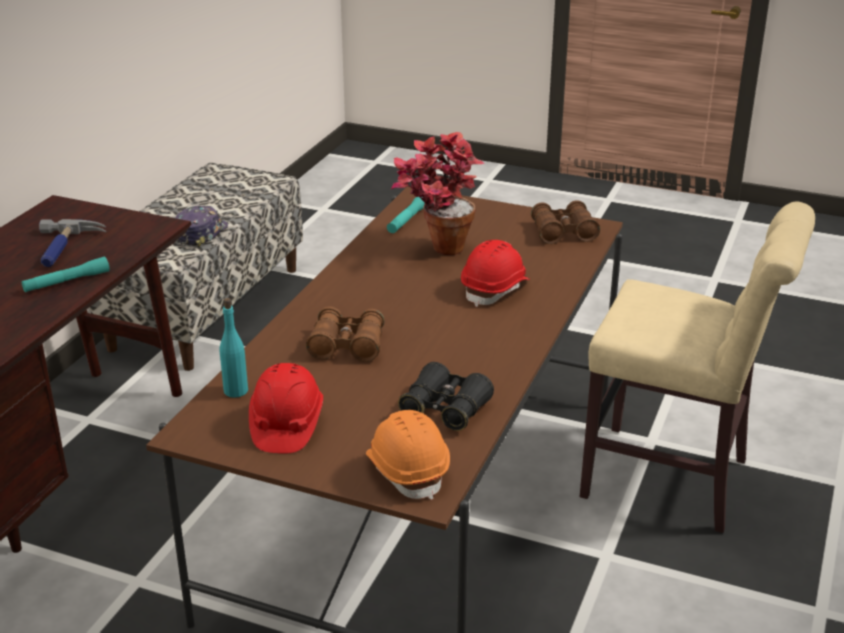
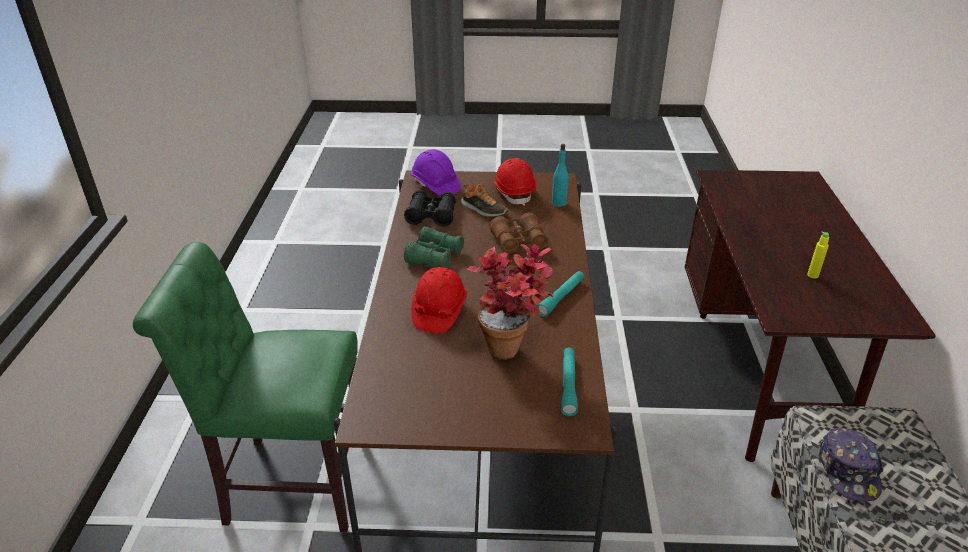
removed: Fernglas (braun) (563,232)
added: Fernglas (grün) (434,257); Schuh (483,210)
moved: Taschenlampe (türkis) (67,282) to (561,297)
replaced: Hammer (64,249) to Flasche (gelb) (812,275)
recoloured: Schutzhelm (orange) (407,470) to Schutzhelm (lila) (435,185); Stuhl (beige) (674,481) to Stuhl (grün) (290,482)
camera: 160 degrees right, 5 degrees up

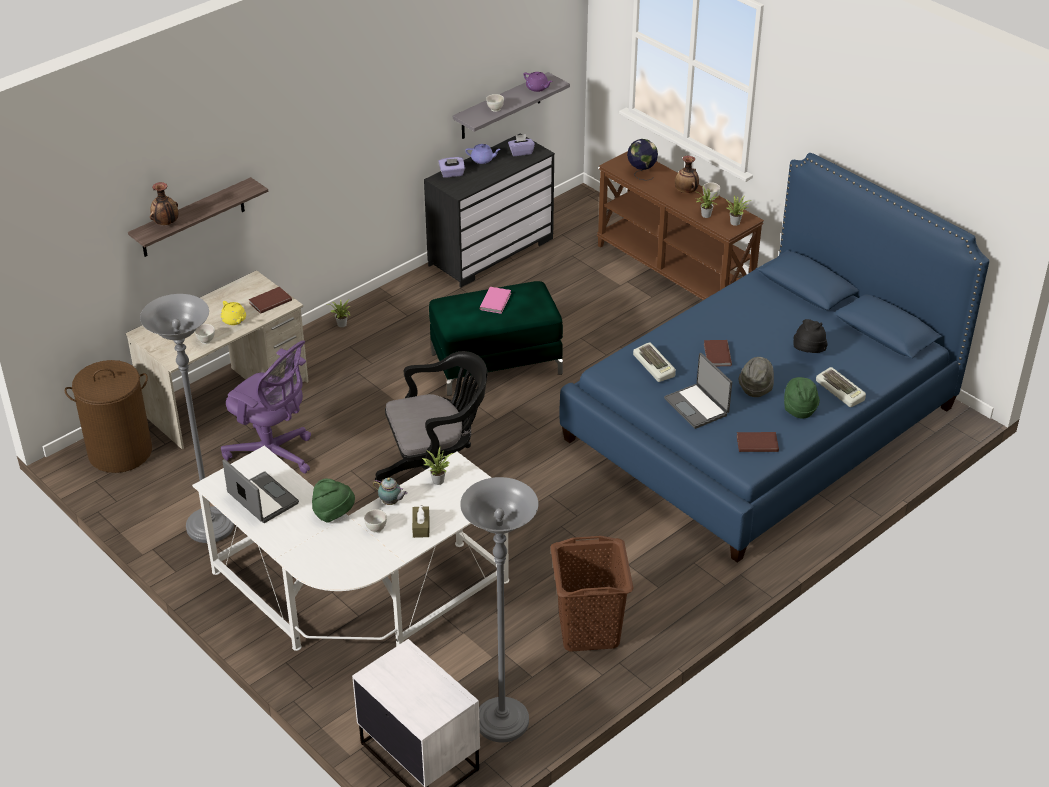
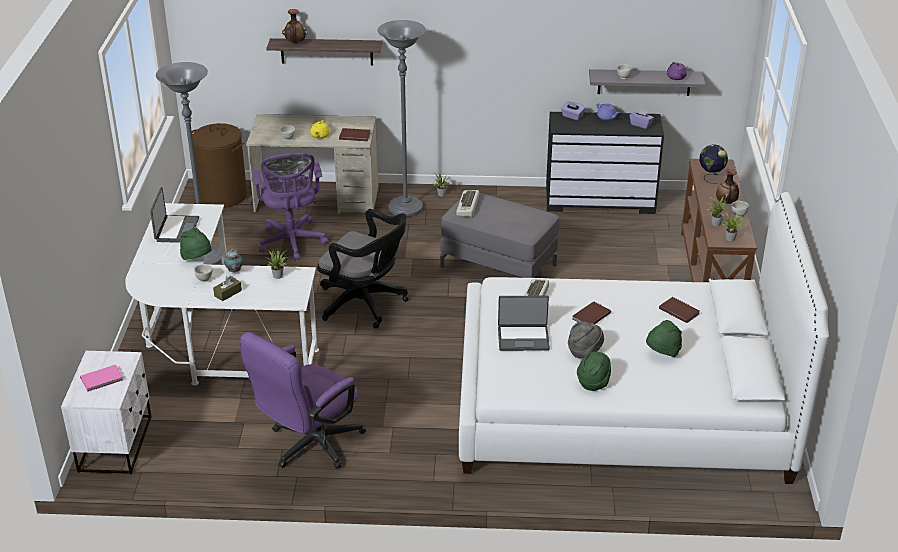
moved: Stehlampe (grau) (502,722) to (405,208); Buch (rosa) (496,301) to (102,379); Buch (braun) (756,443) to (679,310); Tastatur (841,390) to (468,206)
replaced: Wäschekorb (braun) (588,630) to Bürostuhl (lila) (309,446)
recoloured: Polsterhocker (grün) (497,363) to Polsterhocker (grau) (499,265); Bett (blau) (760,422) to Bett (weiß) (622,402); Hut (schwarz) (808,352) to Hut (grün) (663,353)
turned: Laptop (697,406) = (523,338) 105 degrees counterclockwise
camera: 45 degrees right, 5 degrees down

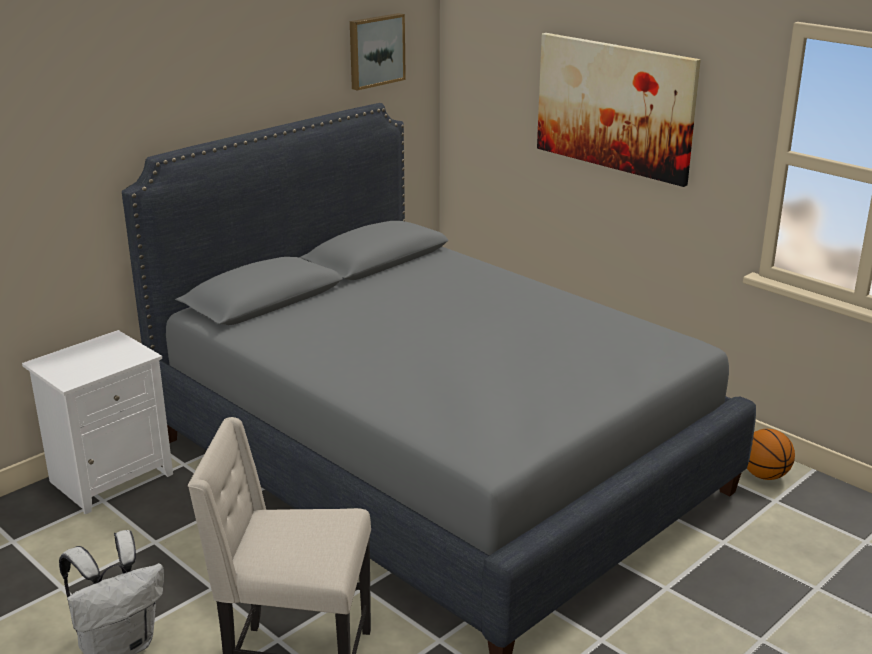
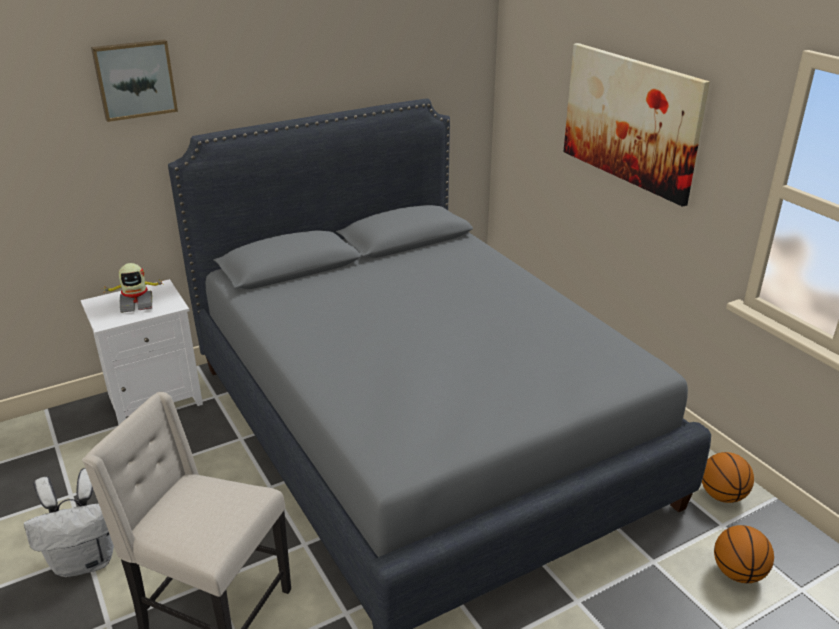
added: Spielzeugroboter (137,304); Basketball (737,573)
moved: Bild (375,50) to (135,79)
camera: 15 degrees right, 5 degrees up

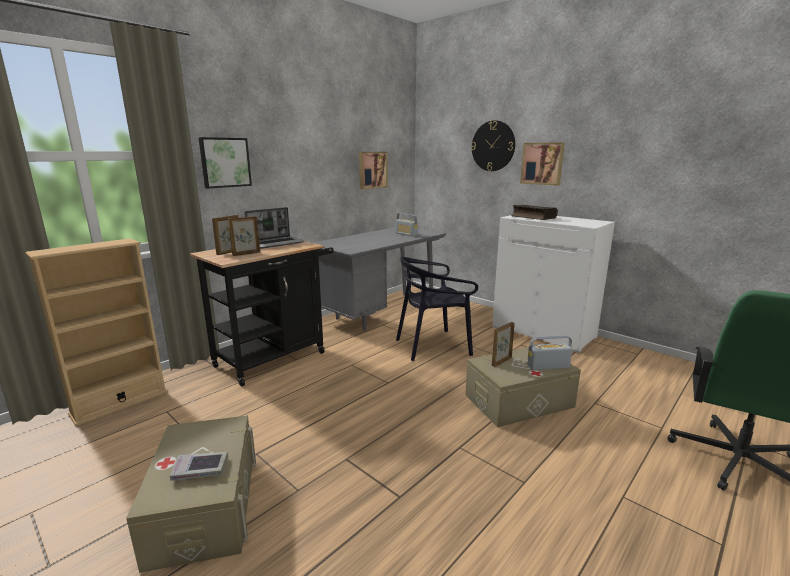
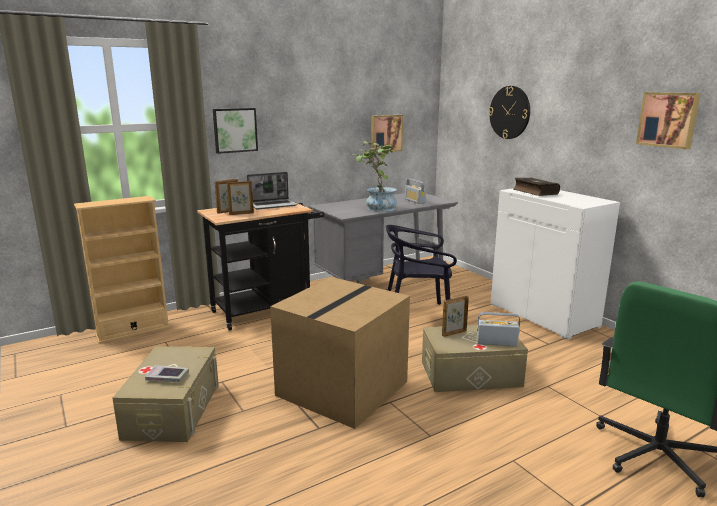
added: Karton (342,387); Topfpflanze (376,208)
moved: Bild (542,163) to (668,119)
camera: 15 degrees right, 0 degrees up

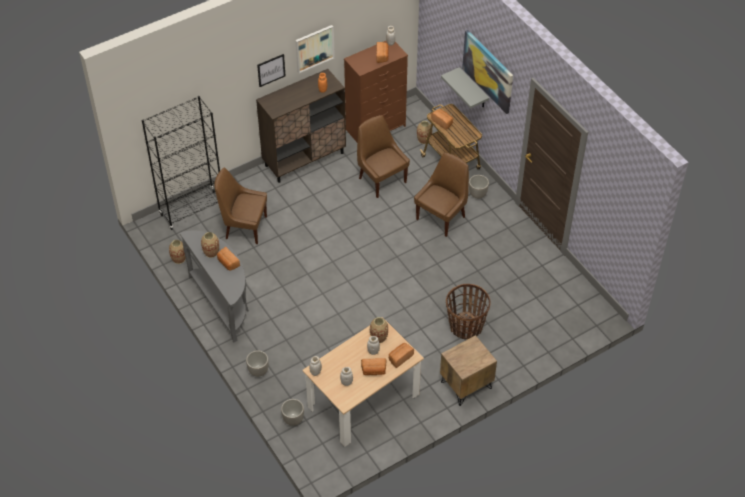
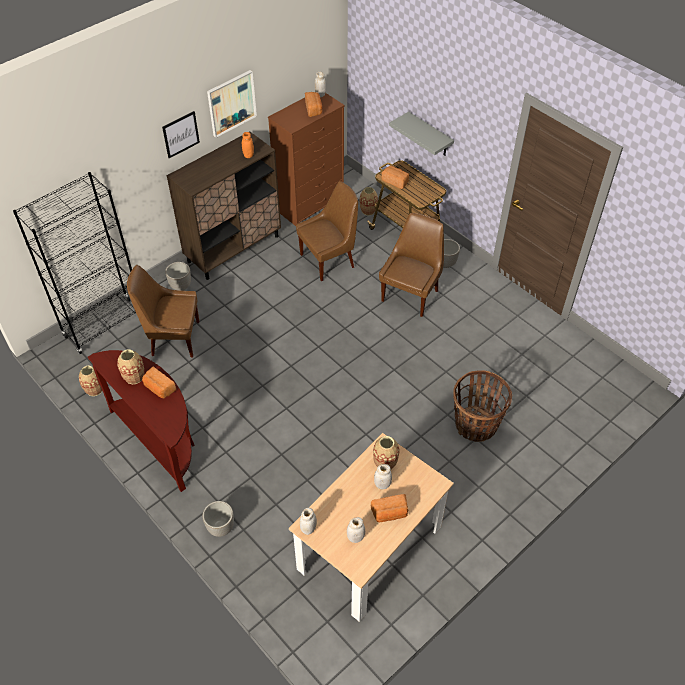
removed: Brot (400,358); Nachttisch (braun) (466,385); Bild (488,71)
moved: Pflanzkübel (293,420) to (180,286)
recoloured: Konsolentisch (grau) (223,303) to Konsolentisch (braun) (160,440)
turned: Stuhl (braun) (381,179) = (329,260) 105 degrees clockwise
camera: 10 degrees left, 0 degrees up

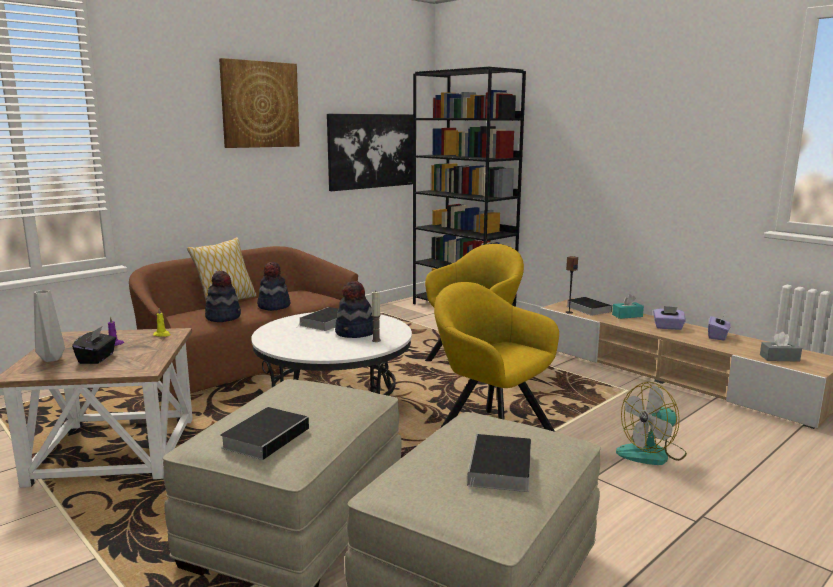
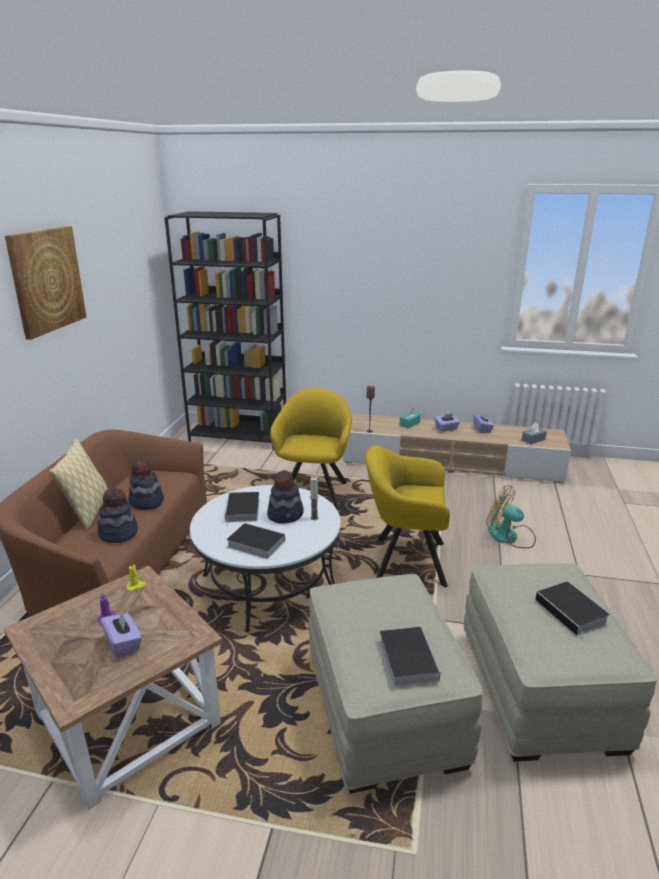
removed: Vase (grau) (52,358); Bild (371,151)
moved: Buch (587,308) to (254,543)
recoloured: Taschentuchbox (schwarz) (97,358) to Taschentuchbox (lila) (123,644)
turned: Ventilator (652,453) = (509,536) 90 degrees clockwise
camera: 35 degrees left, 10 degrees up

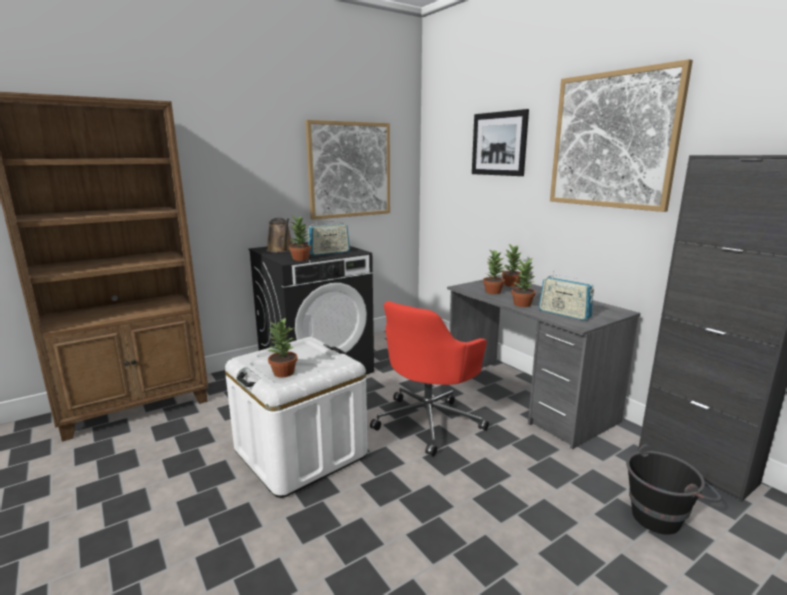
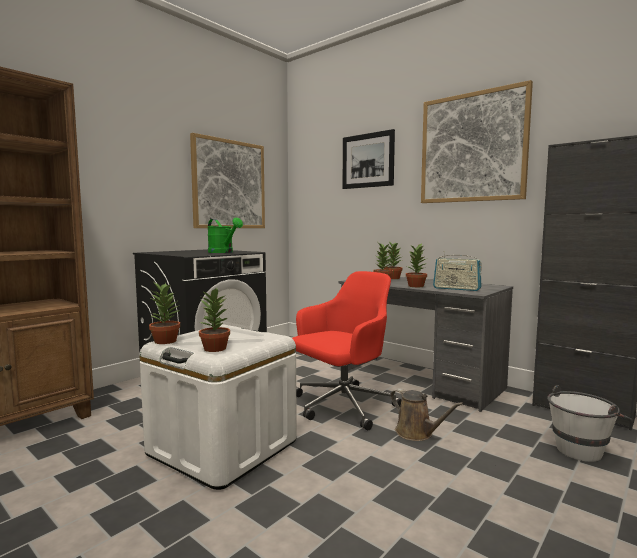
moved: Gießkanne (braun) (281,250) to (417,433); Topfpflanze (300,259) to (165,341)
replaced: Radio (329,253) to Gießkanne (grün) (223,252)
recoloured: Eimer (schwarz) (663,516) to Eimer (weiß) (584,448)
turned: Bürostuhl (rot) (429,421) = (342,406) 150 degrees counterclockwise
camera: 15 degrees left, 10 degrees down

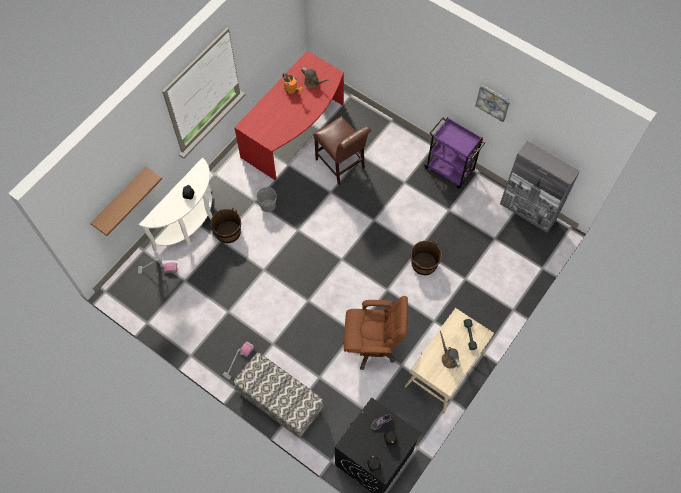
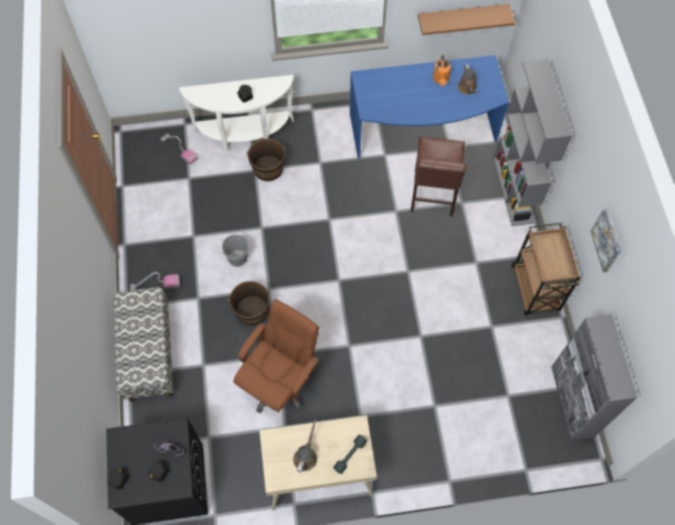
added: Bücherregal (grau) (513,190)
moved: Wandregal (braun) (120,199) to (462,16); Eimer (grau) (268,205) to (237,258); Eimer (braun) (424,264) to (252,311)
recoloured: Schreibtisch (rot) (295,132) to Schreibtisch (blau) (423,131); Rollwagen (lila) (450,170) to Rollwagen (braun) (535,290)
turned: Bürostuhl (braun) (372,344) = (280,382) 105 degrees counterclockwise
camera: 45 degrees right, 0 degrees up

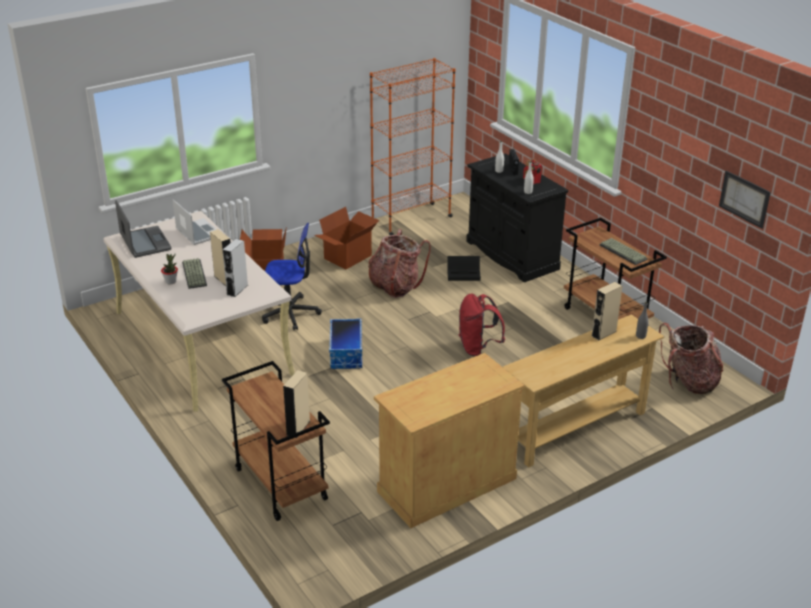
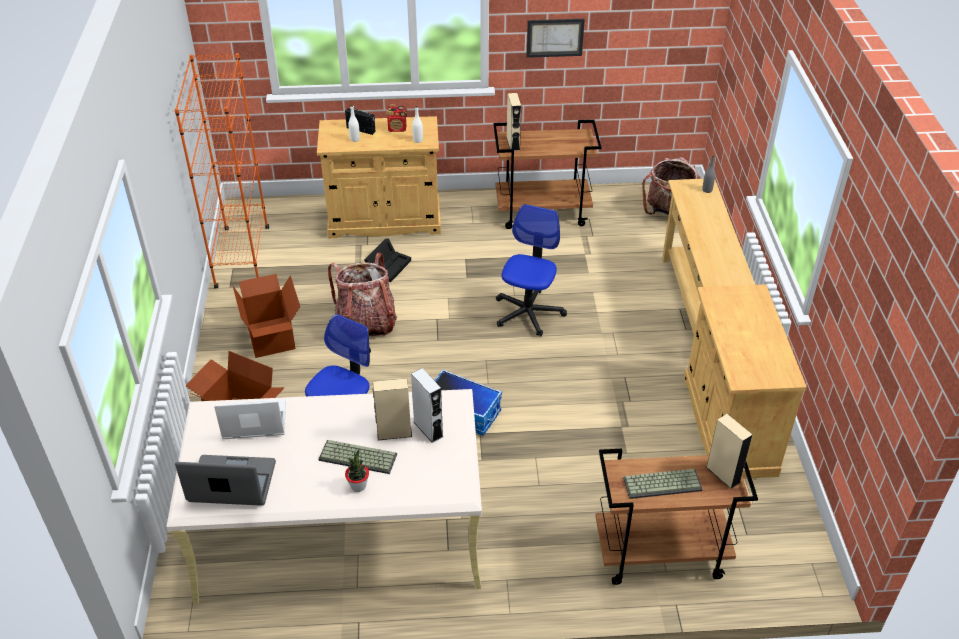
moved: Lautsprecher (beige) (604,333) to (513,143); Tastatur (624,252) to (663,483); Bild (744,199) to (555,37)
replaced: Rucksack (rot) (478,348) to Bürostuhl (528,313)
recoloured: Schrank (schwarz) (511,255) to Schrank (beige) (384,220)
camera: 60 degrees left, 10 degrees up

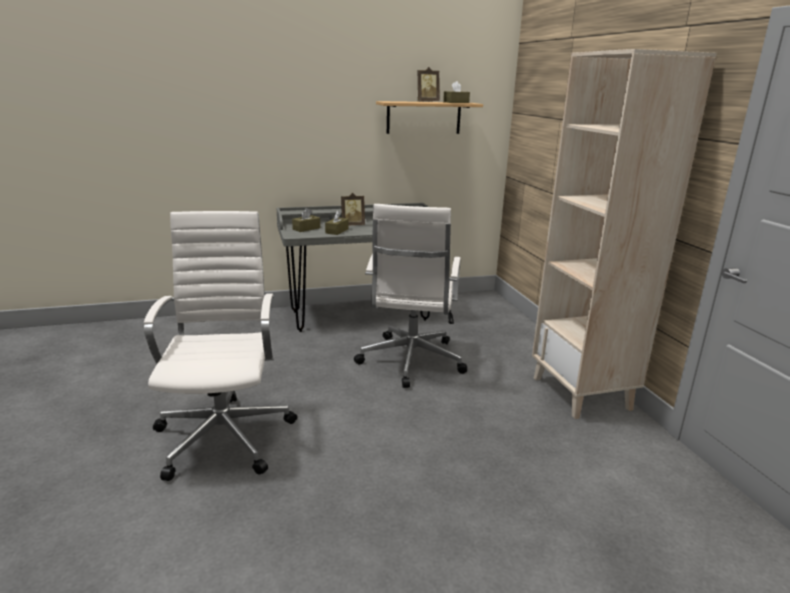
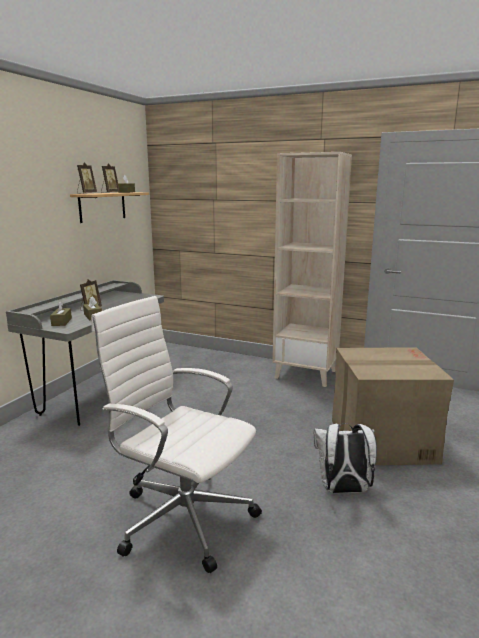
removed: Bürostuhl (weiß) (410,362)
added: Bilderrahmen (86,193); Rucksack (weiß) (343,490); Karton (381,440)
camera: 50 degrees left, 5 degrees down

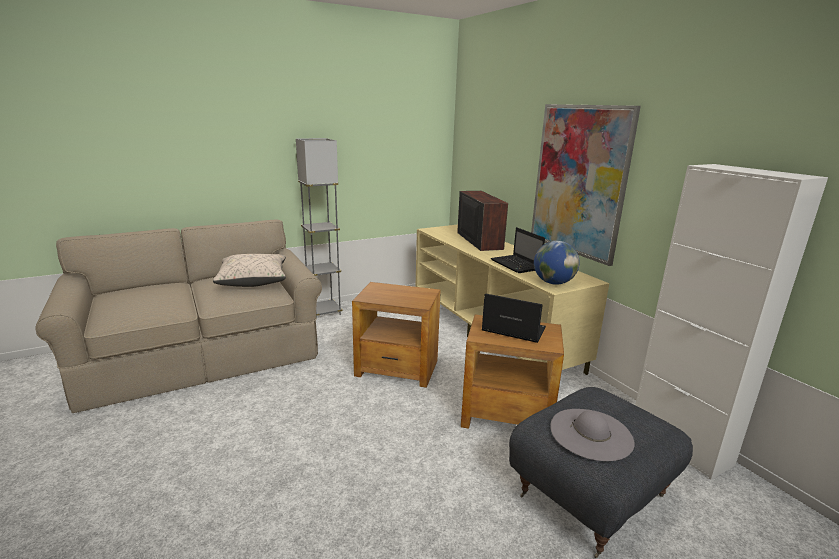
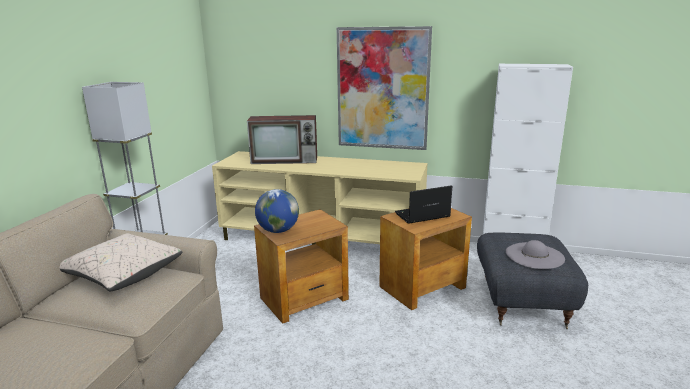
removed: Laptop (516,265)
moved: Globus (553,283) to (278,231)
turned: Fernseher (478,240) = (286,160) 150 degrees clockwise
camera: 45 degrees left, 0 degrees up

